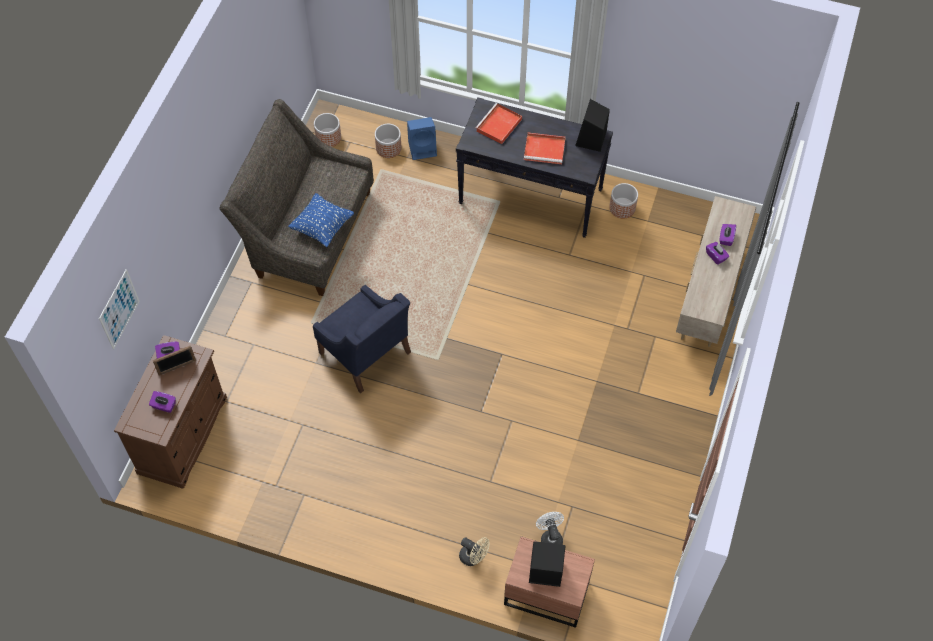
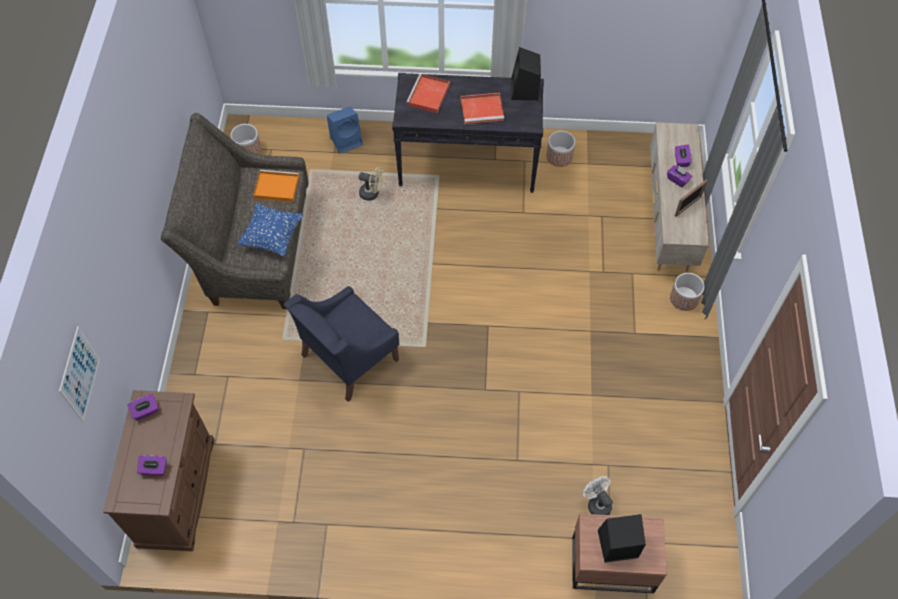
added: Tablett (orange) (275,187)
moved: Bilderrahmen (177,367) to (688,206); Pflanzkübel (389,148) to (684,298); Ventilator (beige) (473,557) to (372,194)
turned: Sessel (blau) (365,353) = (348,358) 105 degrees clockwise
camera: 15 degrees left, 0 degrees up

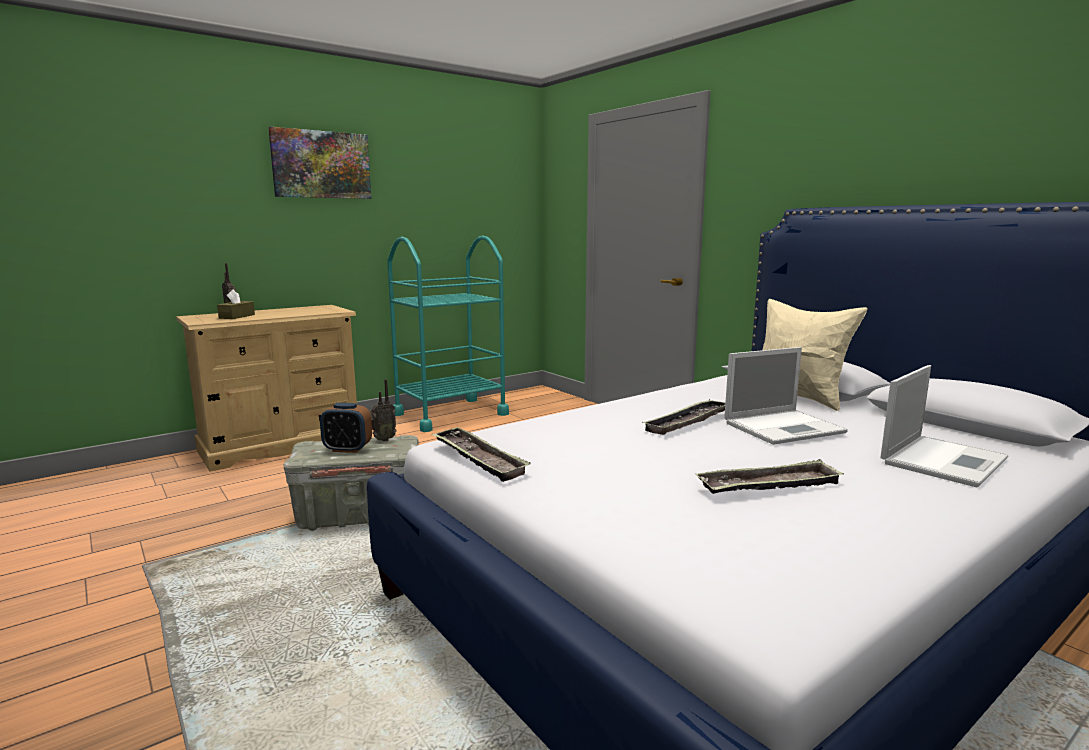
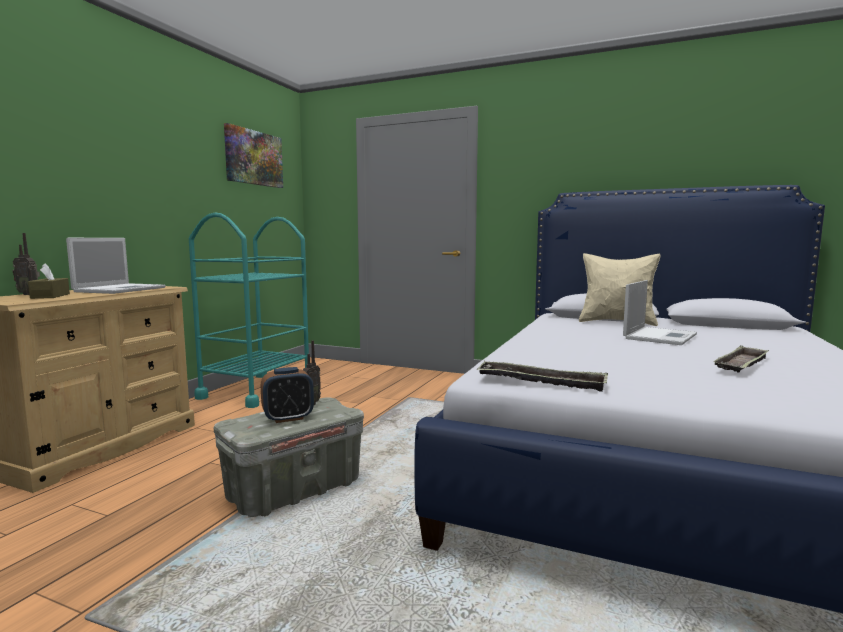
removed: Tablett (688,422)
moved: Bild (321,165) to (253,158); Laptop (943,460) to (121,289)
camera: 30 degrees left, 5 degrees down

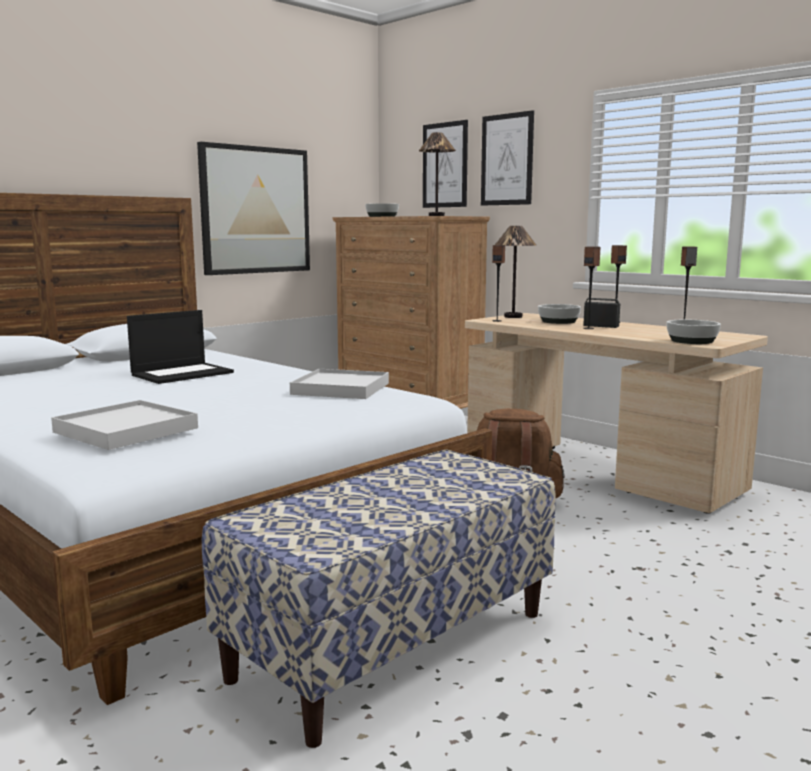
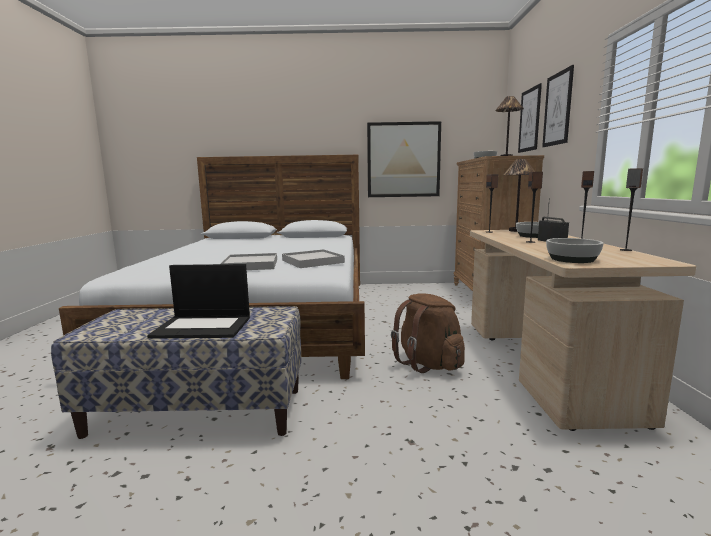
moved: Tablett (weiß) (126,430) to (251,265); Laptop (182,373) to (204,327)
camera: 45 degrees right, 0 degrees up

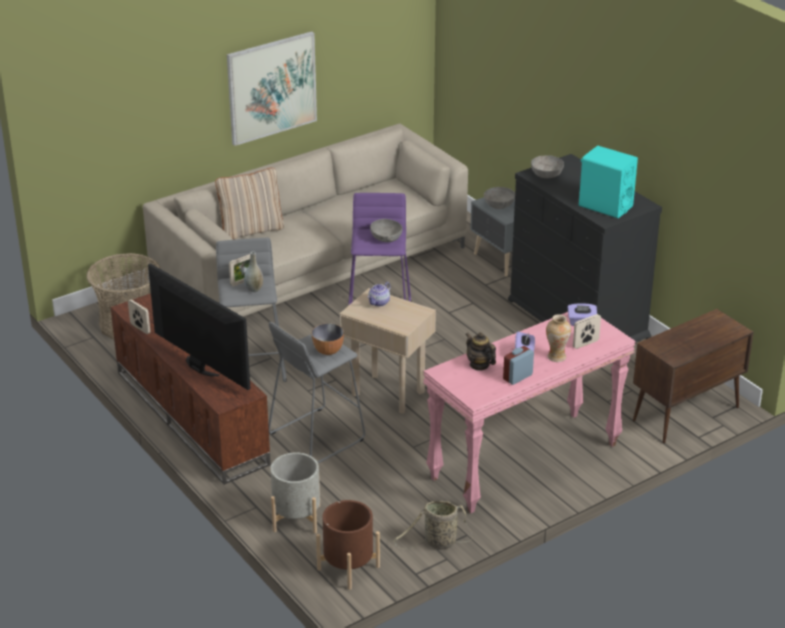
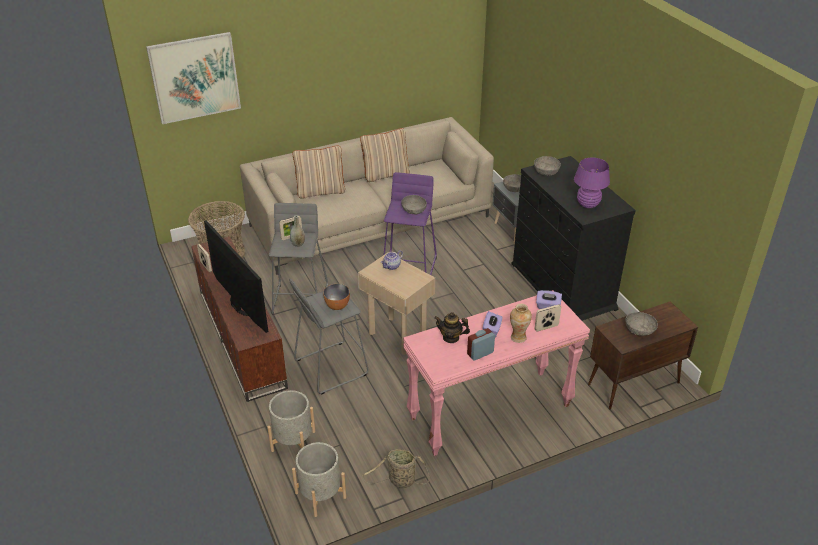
added: Kissen (beige) (385,174); Schüssel (grau) (639,330)
moved: Bild (271,87) to (195,77)
replaced: Lautsprecher (türkis) (605,206) to Tischlampe (lila) (587,204)
recoloured: Pflanzkübel (braun) (348,568) to Pflanzkübel (grau) (320,495)
turned: Teekanne (479,365) = (451,337) 45 degrees counterclockwise
camera: 10 degrees right, 5 degrees up

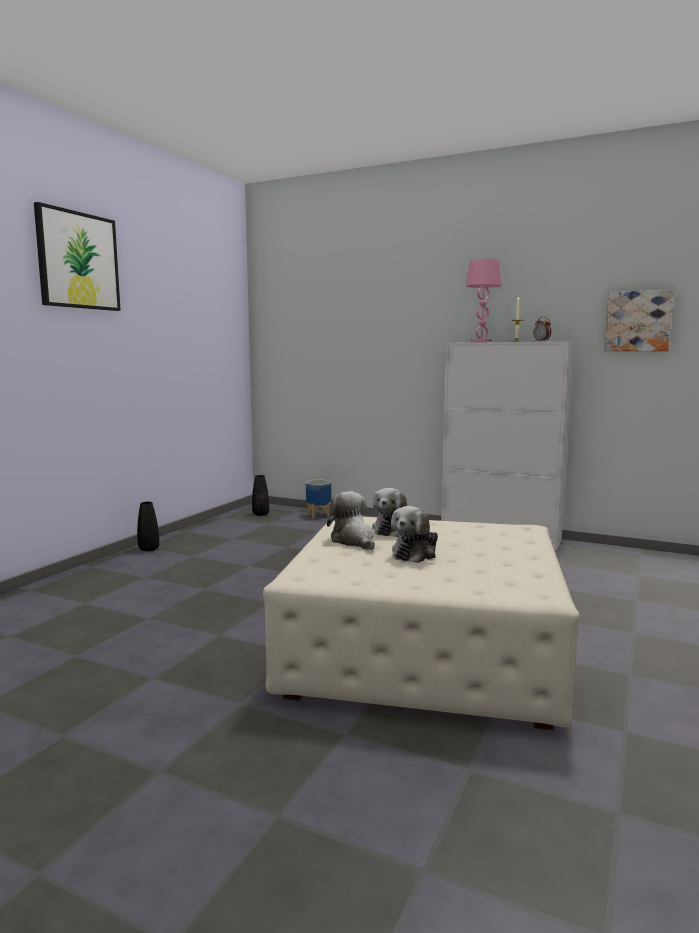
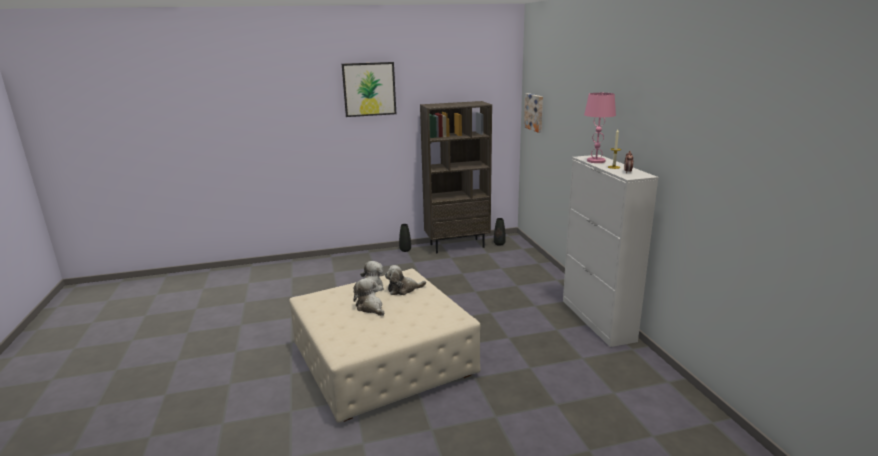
removed: Pflanzkübel (318,515)
added: Bücherregal (braun) (457,245)
moved: Bild (638,321) to (535,112)
turned: Plüschtier (416,553) = (370,307) 60 degrees clockwise
camera: 50 degrees right, 10 degrees up

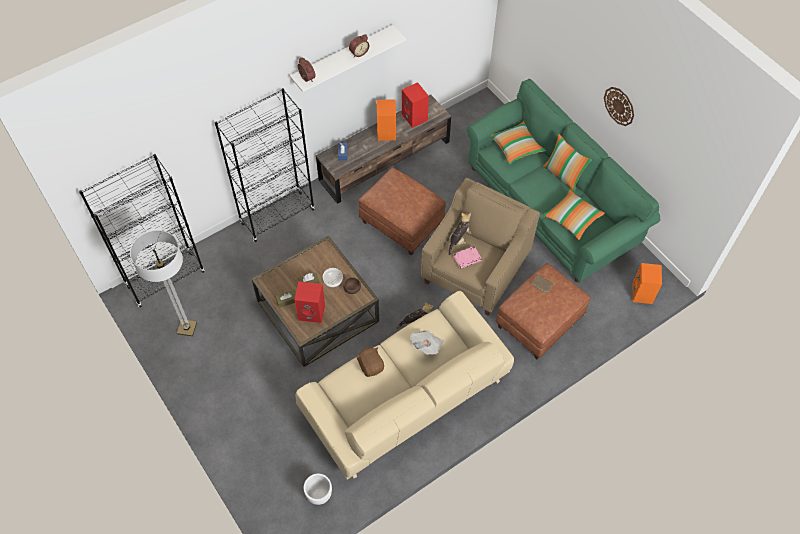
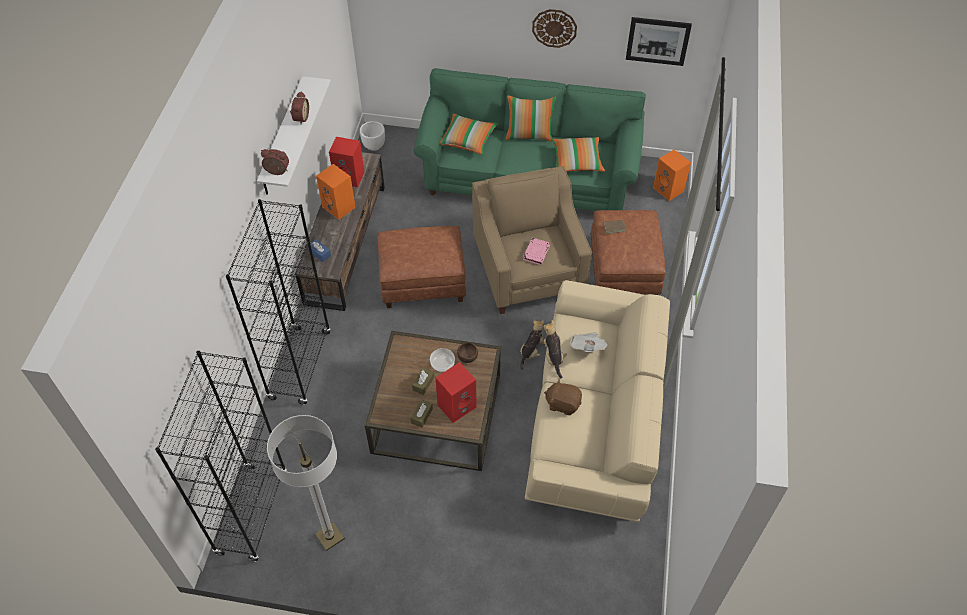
added: Bild (658,41)
moved: Pflanzkübel (weiß) (319,495) to (374,146); Plüschtier (459,239) to (553,357)
camera: 45 degrees left, 5 degrees down

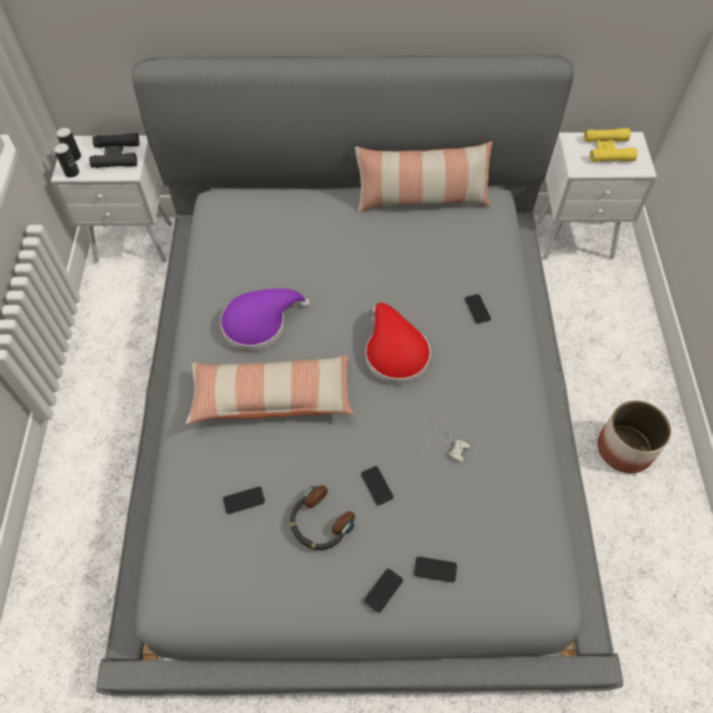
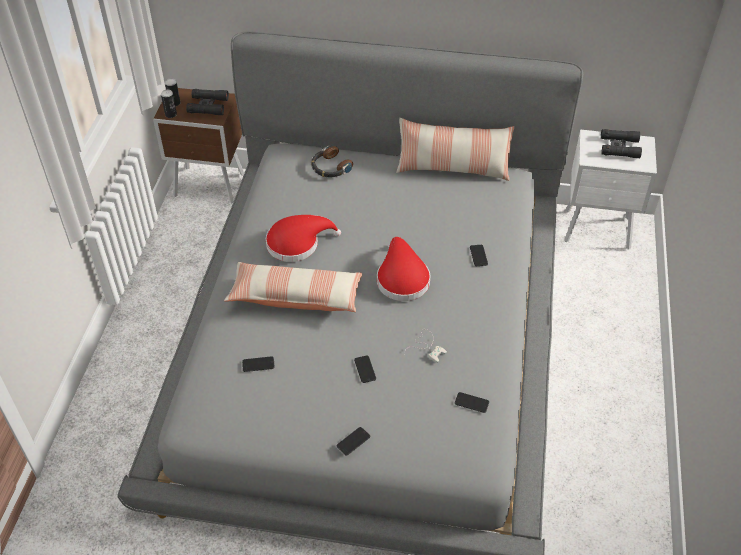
removed: Pflanzkübel (625,449)
moved: Kopfhörer (319,523) to (330,167); Handy (435,569) to (471,403)
recoloured: Nachttisch (weiß) (135,244) to Nachttisch (braun) (210,186); Hut (lila) (259,323) to Hut (rot) (297,243); Fernglas (gelb) (608,150) to Fernglas (schwarz) (619,147)
camera: 10 degrees right, 10 degrees down

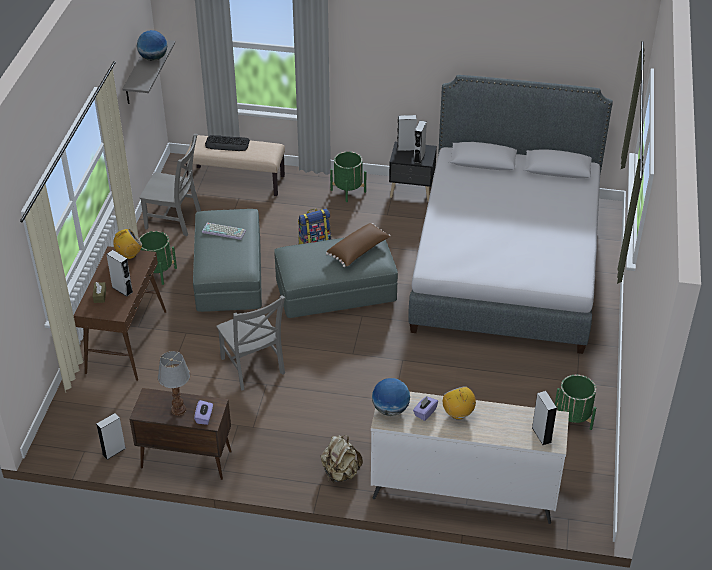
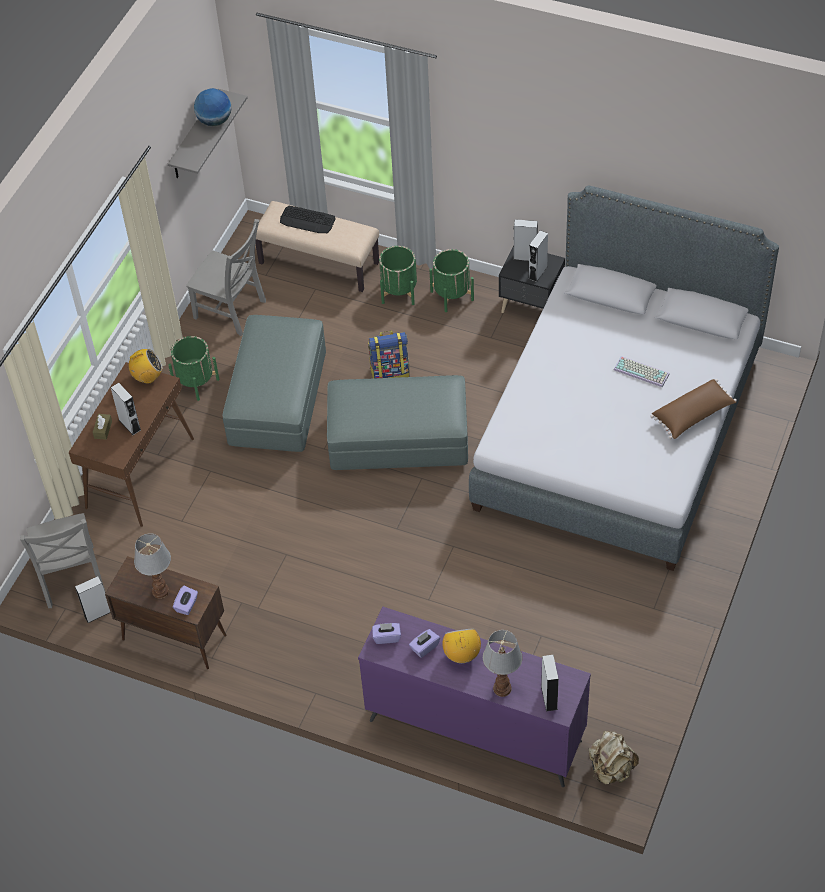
added: Tischlampe (503,688)
moved: Tastatur (224,231) to (642,371); Stuhl (grau) (253,368) to (71,579); Rucksack (beige) (340,473) to (610,769); Kissen (braun) (359,251) to (693,415); Pflanzkübel (grün) (572,419) to (399,292)
replaced: Globus (390,409) to Taschentuchbox (lila) (387,637)
recoloured: Kommode (beige) (462,491) to Kommode (lila) (474,729)
camera: 15 degrees right, 10 degrees up

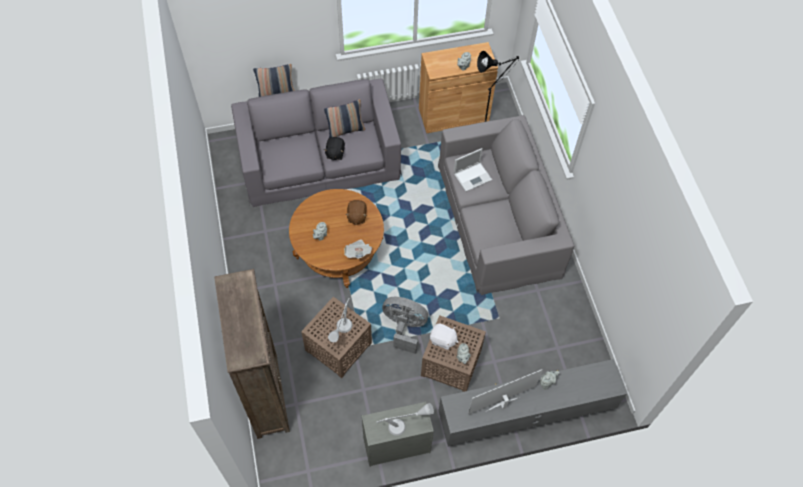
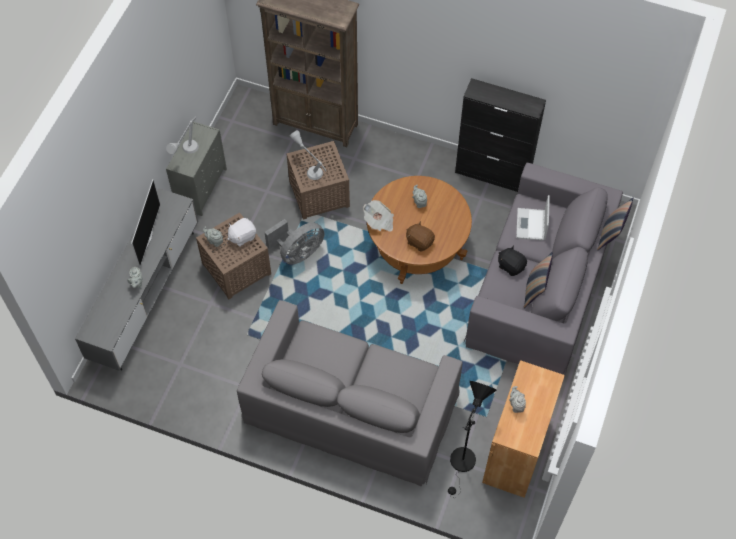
added: Schrank (schwarz) (493,174)
moved: Laptop (473,176) to (531,225)
camera: 125 degrees right, 0 degrees up

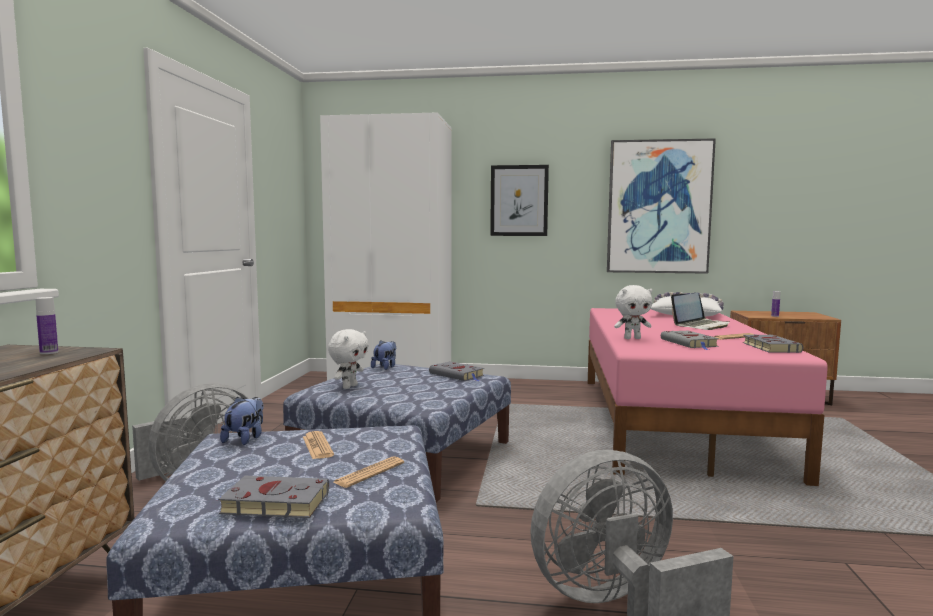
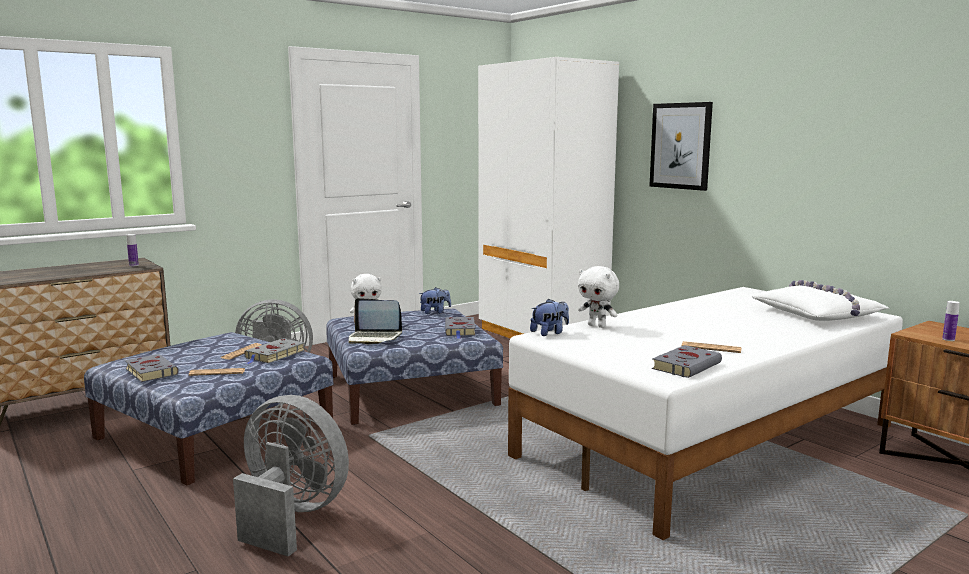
removed: Bild (658,207)
moved: Plüschtier (245,439) to (550,333); Buch (grau) (690,343) to (274,355); Laptop (701,326) to (374,338)
recoloured: Bett (rosa) (674,421) to Bett (weiß) (711,441)
camera: 45 degrees right, 5 degrees up

